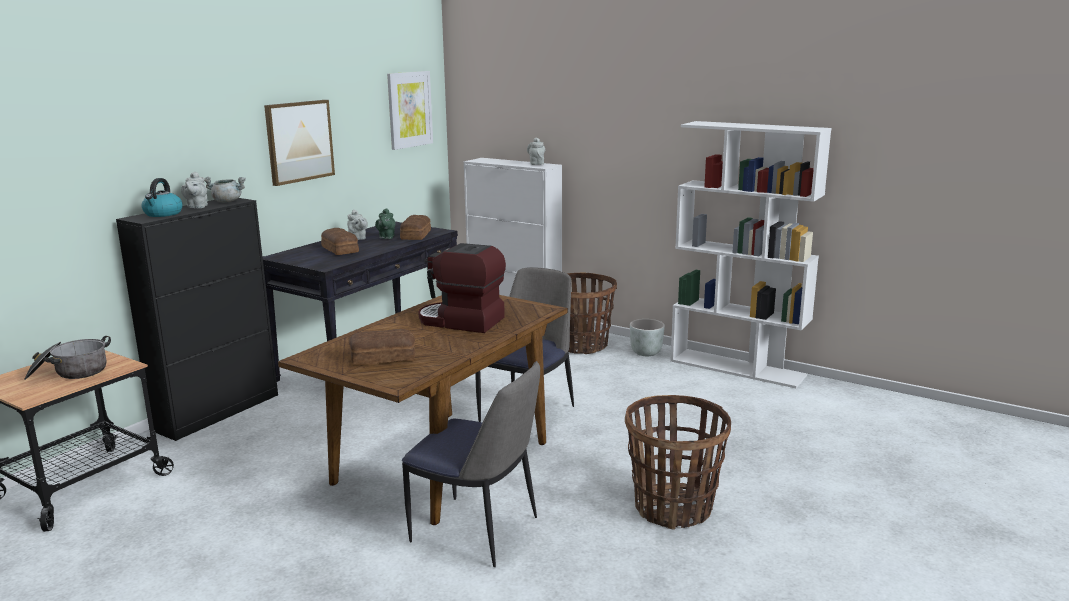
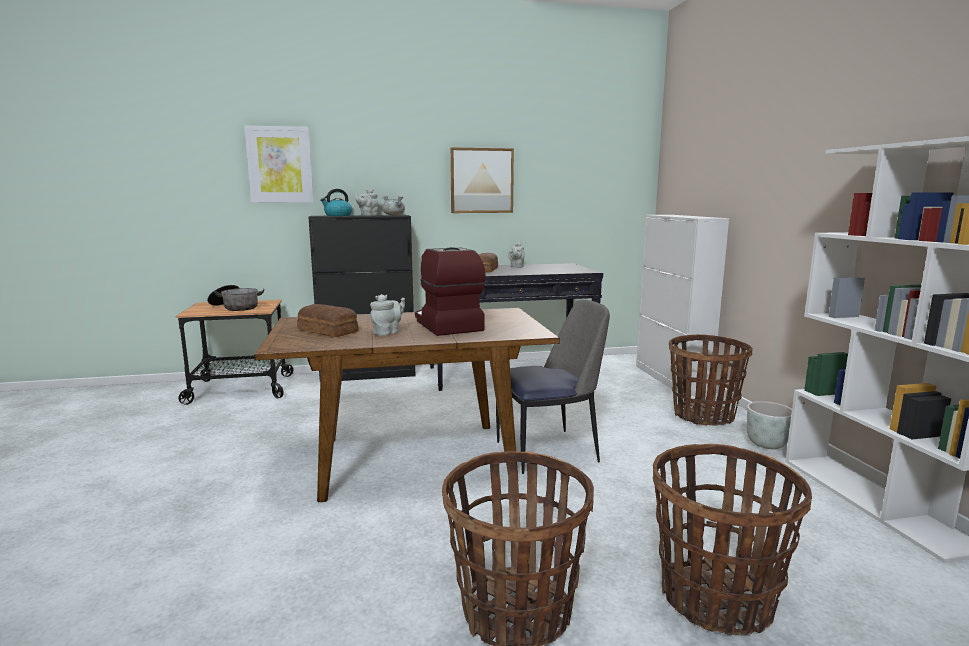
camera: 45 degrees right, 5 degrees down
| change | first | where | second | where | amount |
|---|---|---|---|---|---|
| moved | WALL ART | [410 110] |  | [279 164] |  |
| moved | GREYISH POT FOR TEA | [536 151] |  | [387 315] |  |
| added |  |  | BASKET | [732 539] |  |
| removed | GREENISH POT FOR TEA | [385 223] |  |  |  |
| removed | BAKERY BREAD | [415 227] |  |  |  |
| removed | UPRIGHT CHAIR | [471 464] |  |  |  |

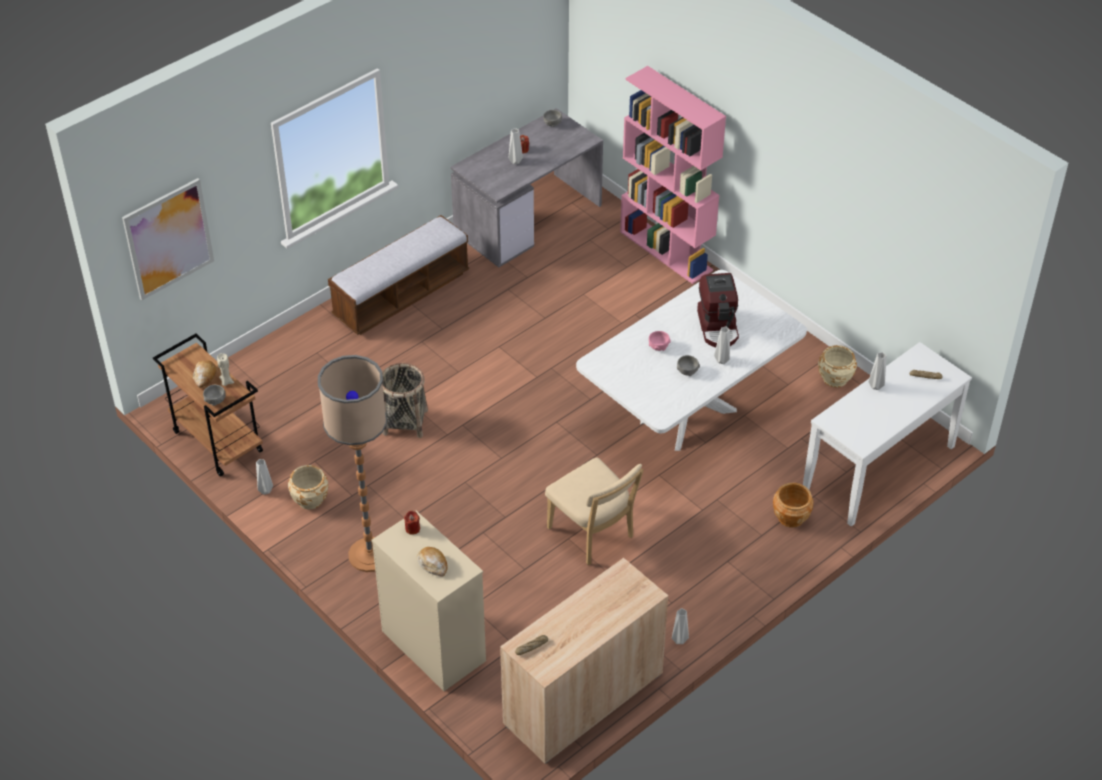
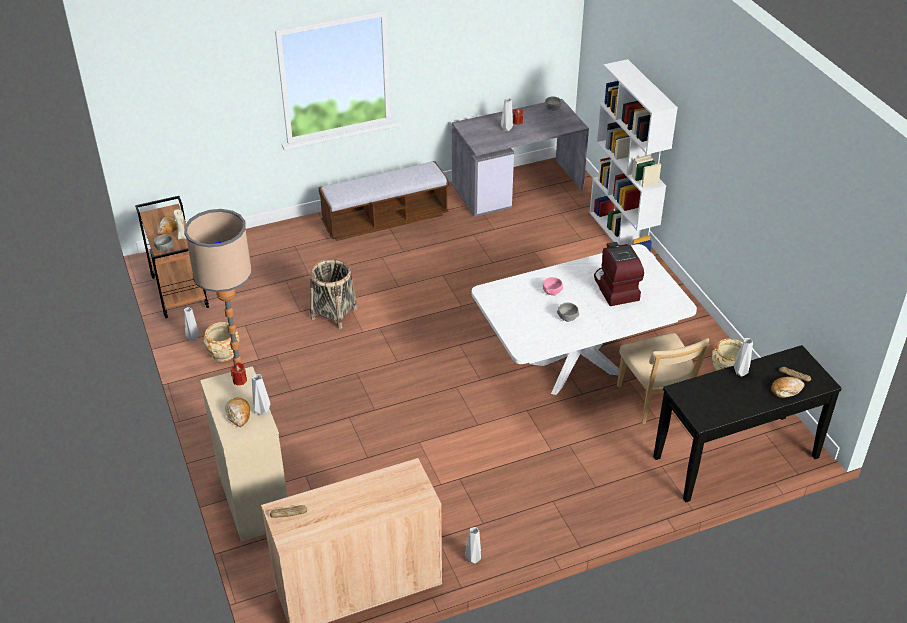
camera: 20 degrees right, 5 degrees down
| change | first | where | second | where | amount |
|---|---|---|---|---|---|
| moved | GREYISH DECORATIVE VASE | [722 345] |  | [261 394] |  |
| recoloured | PINK BOOKSHELF | [673 175] | WHITE BOOKSHELF | [633 158] |  |
| turned | COFFEE BREWER | [718 310] |  | [619 274] | 150 degrees clockwise |
| moved | SAND-COLOURED UPRIGHT CHAIR | [594 511] |  | [663 378] |  |
| recoloured | WHITE NARROW TABLE | [887 434] | BLACK NARROW TABLE | [747 423] |  |
| added |  |  | BAKERY BREAD | [787 387] |  |
| removed | WALL ART | [168 239] |  |  |  |
| removed | BROWNISH PLANTER | [793 505] |  |  |  |

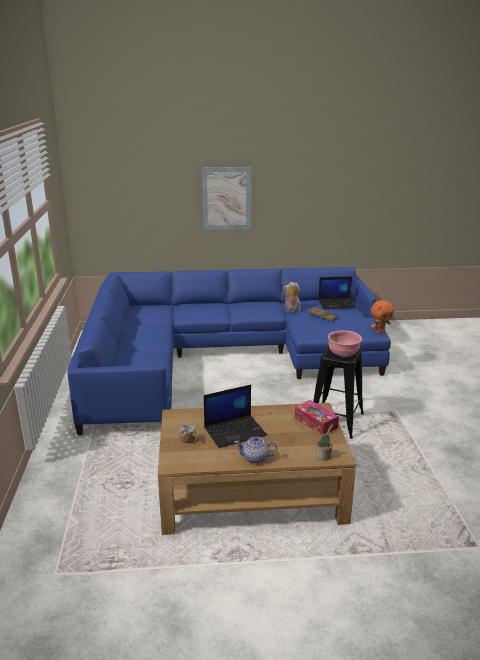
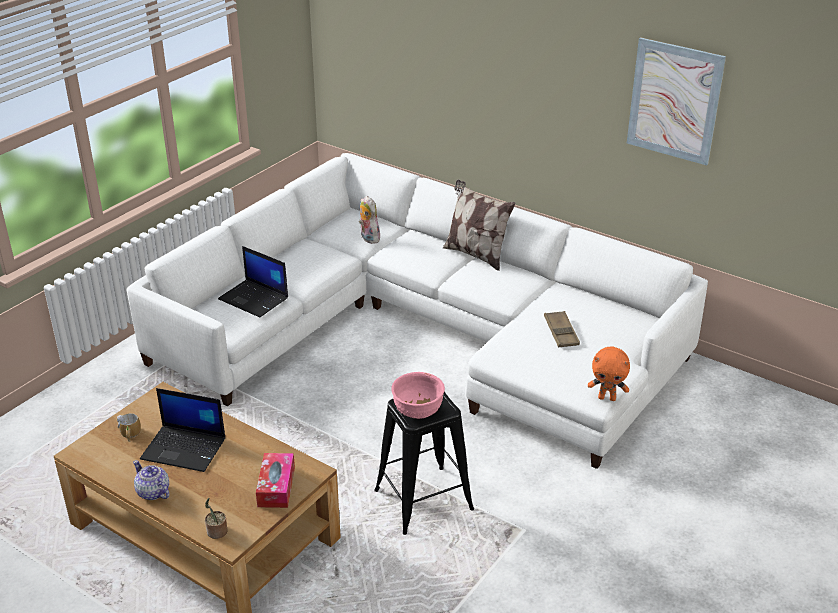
camera: 40 degrees right, 10 degrees up
| change | first | where | second | where | amount |
|---|---|---|---|---|---|
| recoloured | BLUE-COLOURED SOFA | [229 351] | WHITE SOFA | [417 311] |  |
| moved | LAPTOP | [337 292] |  | [253 281] |  |
| moved | CUDDLY TOY | [291 297] |  | [369 220] |  |
| added |  |  | PILLOW | [479 225] |  |
| moved | WALL ART | [226 198] |  | [676 101] |  |

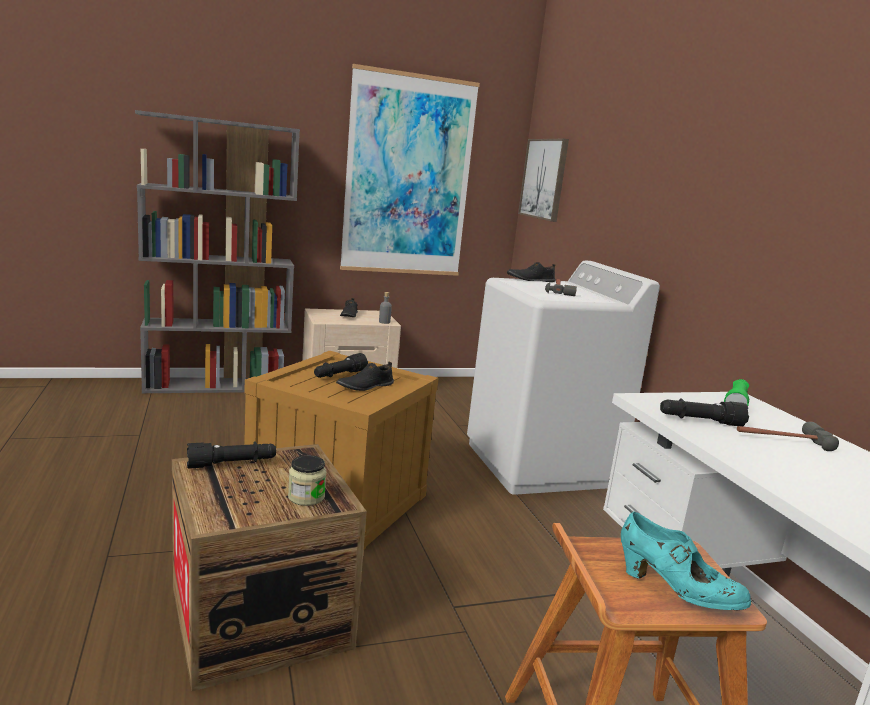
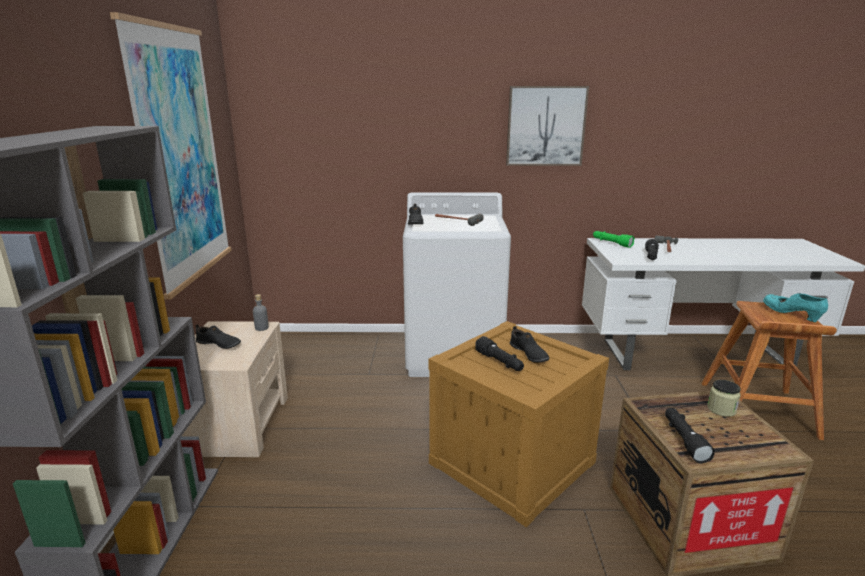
camera: 70 degrees left, 5 degrees up
| change | first | where | second | where | amount |
|---|---|---|---|---|---|
| moved | WALL ART | [543 180] |  | [547 126] |  |
| turned | TURQUOISE-COLOURED SHOE | [686 561] |  | [795 307] | 90 degrees counterclockwise |

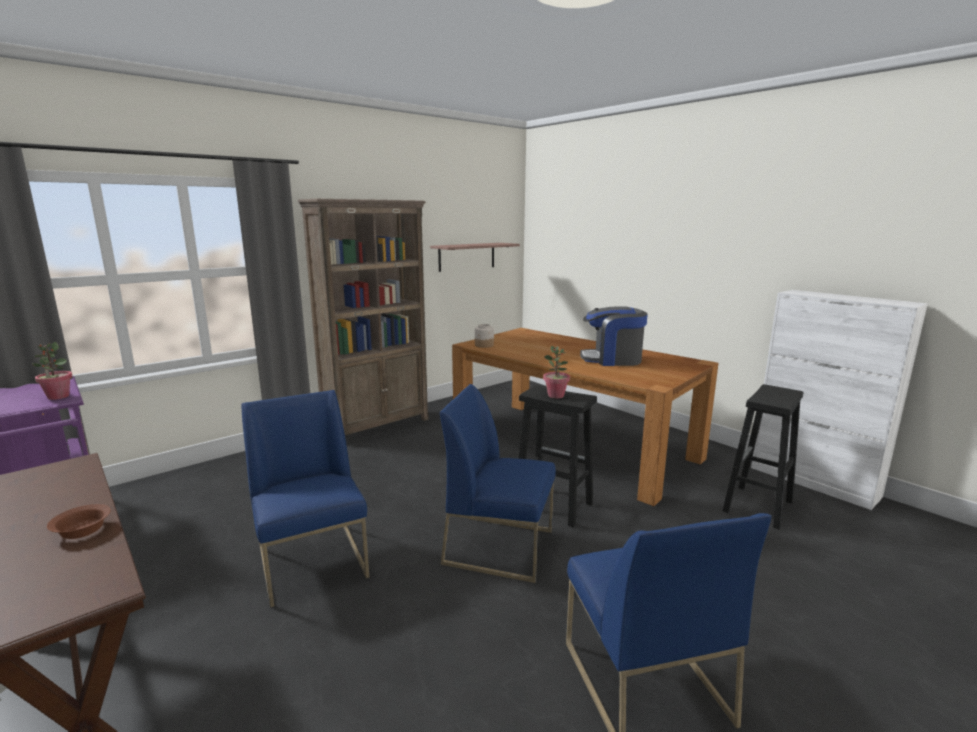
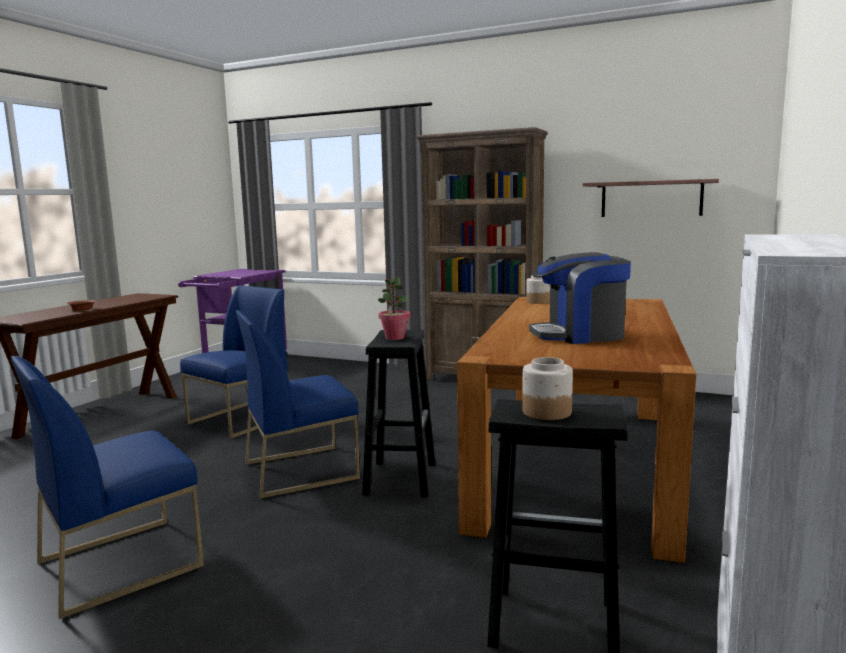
camera: 65 degrees right, 5 degrees down
| change | first | where | second | where | amount |
|---|---|---|---|---|---|
| turned | BLUE-COLOURED UPRIGHT CHAIR | [498 483] |  | [298 404] | 105 degrees counterclockwise |
| added |  |  | JAR | [547 388] |  |
| turned | COFFEE BREWER | [614 336] |  | [580 298] | 75 degrees counterclockwise |
| removed | POTTED PLANT | [52 371] |  |  |  |

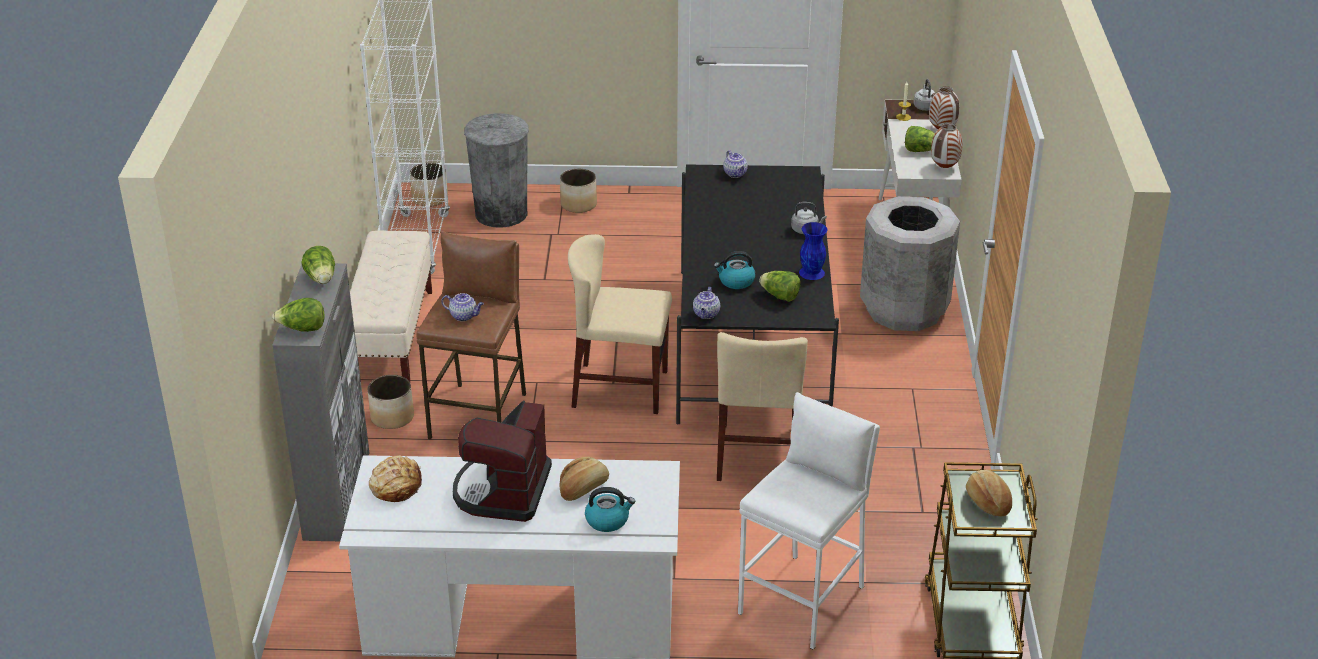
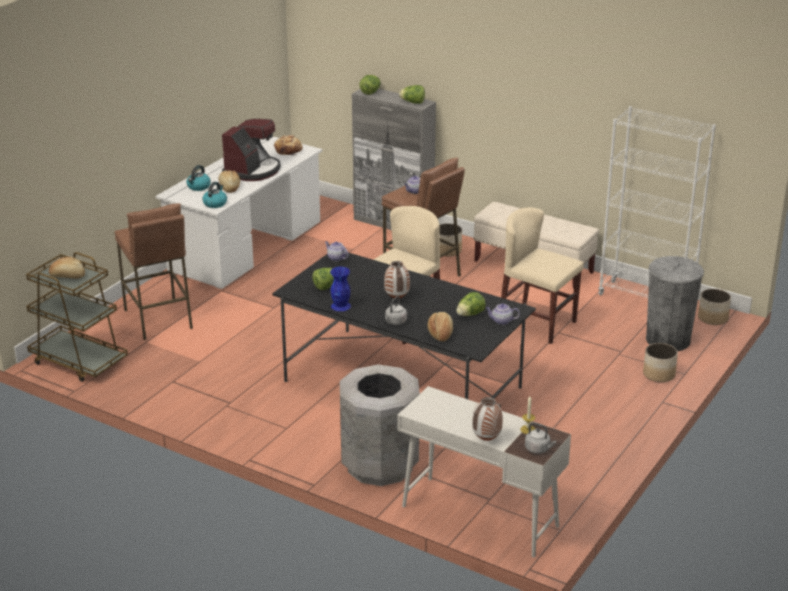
camera: 120 degrees right, 5 degrees down
| change | first | where | second | where | amount |
|---|---|---|---|---|---|
| recoloured | WHITE STOOL | [809 520] | BROWNISH STOOL | [154 271] |  |
| moved | WATER KETTLE | [735 270] |  | [214 195] |  |
| turned | COFFEE BREWER | [502 461] |  | [251 150] | 75 degrees clockwise |
| moved | DECORATIVE VASE | [947 145] |  | [397 280] |  |
| added |  |  | BAKERY BREAD | [440 326] |  |
| moved | HEAD OF LETTUCE | [920 139] |  | [471 304] |  |
| moved | SAND-COLOURED UPRIGHT CHAIR | [762 406] |  | [542 275] |  |

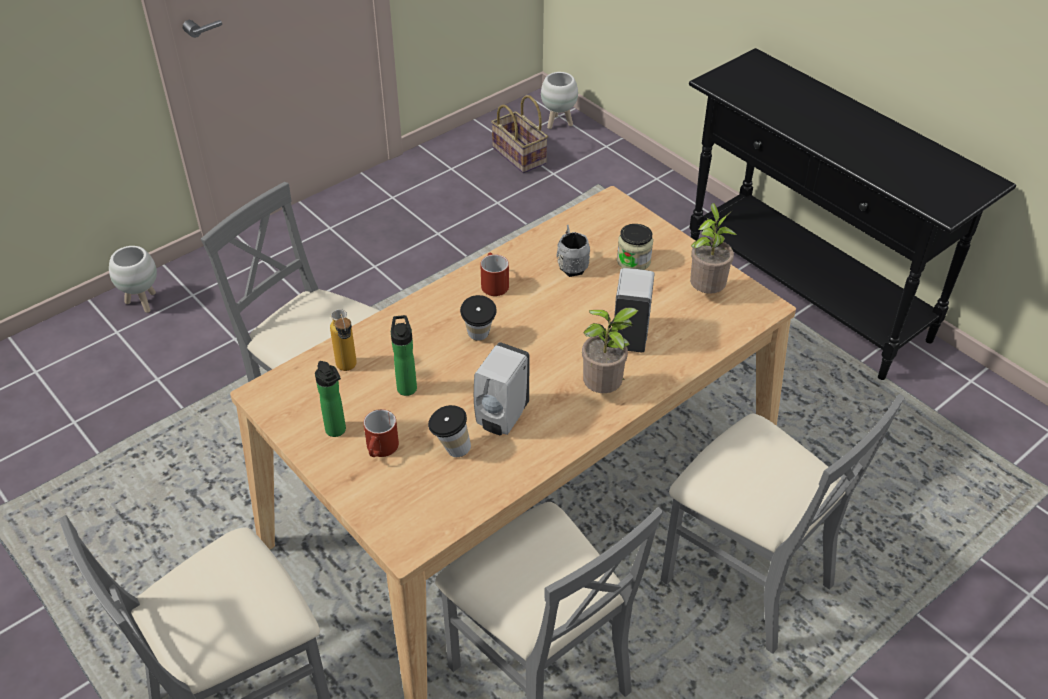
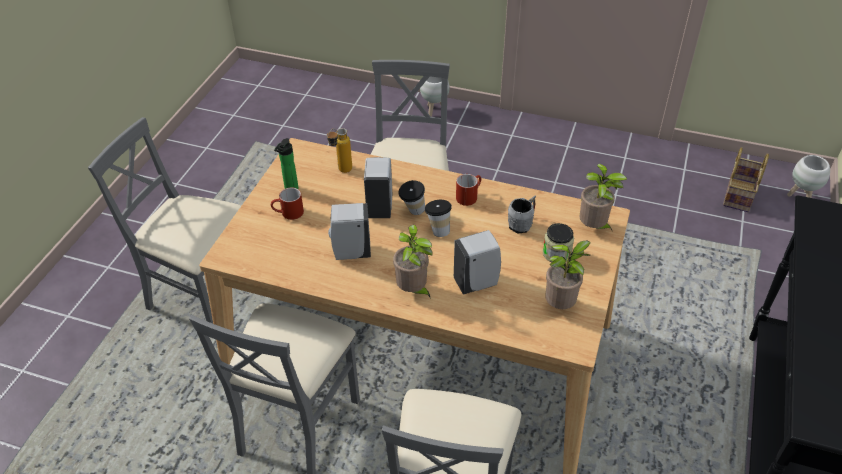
camera: 60 degrees right, 0 degrees up
| change | first | where | second | where | amount |
|---|---|---|---|---|---|
| added |  |  | WHITE SOAP DISPENSER | [378 187] |  |
| moved | SMALL CUP | [449 431] |  | [438 218] |  |
| added |  |  | POTTED PLANT | [603 197] |  |
| removed | BEVERAGE BOTTLE | [404 355] |  |  |  |

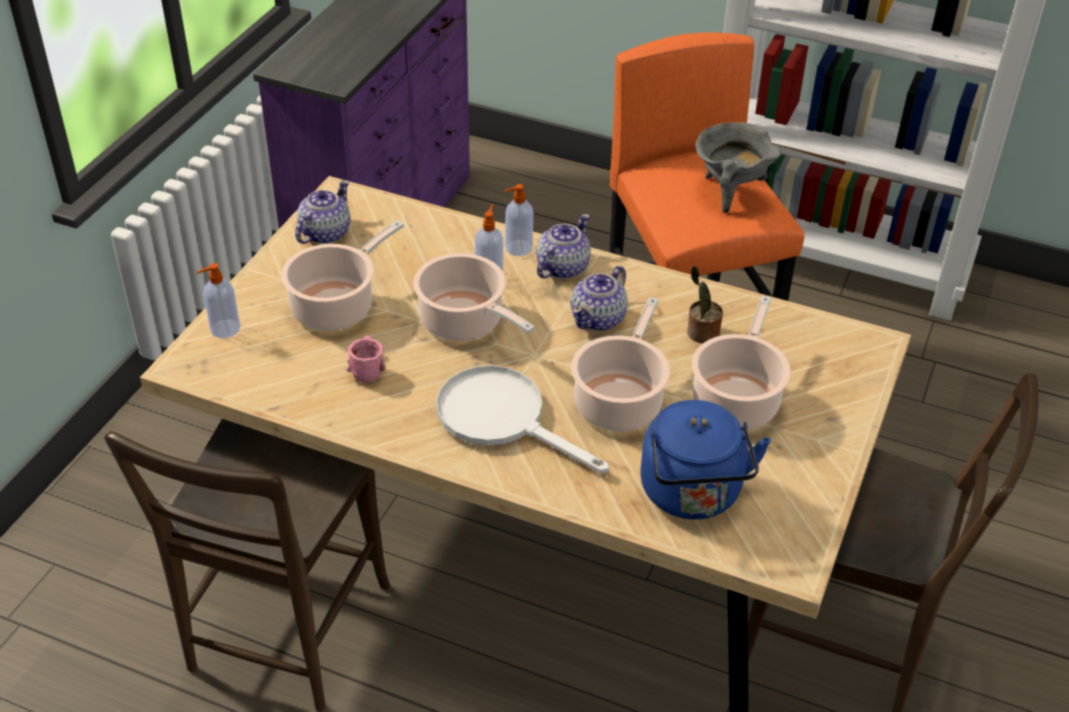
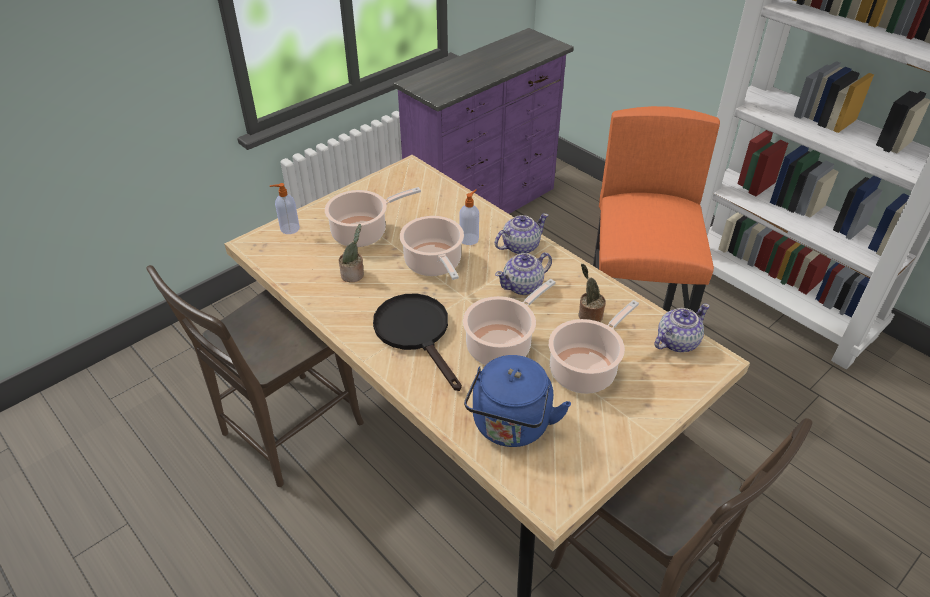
camera: 25 degrees right, 0 degrees up
| change | first | where | second | where | amount |
|---|---|---|---|---|---|
| replaced | PINK TEA MUG | [365 359] | POTTED PLANT | [351 253] |  |
| recoloured | WHITE FRYING PAN | [522 419] | BLACK FRYING PAN | [417 342] |  |
| moved | POT FOR TEA | [323 212] |  | [682 327] |  |
| removed | SOAP DISPENSER | [518 220] |  |  |  |
| removed | GREYISH COOKING POT | [738 167] |  |  |  |

